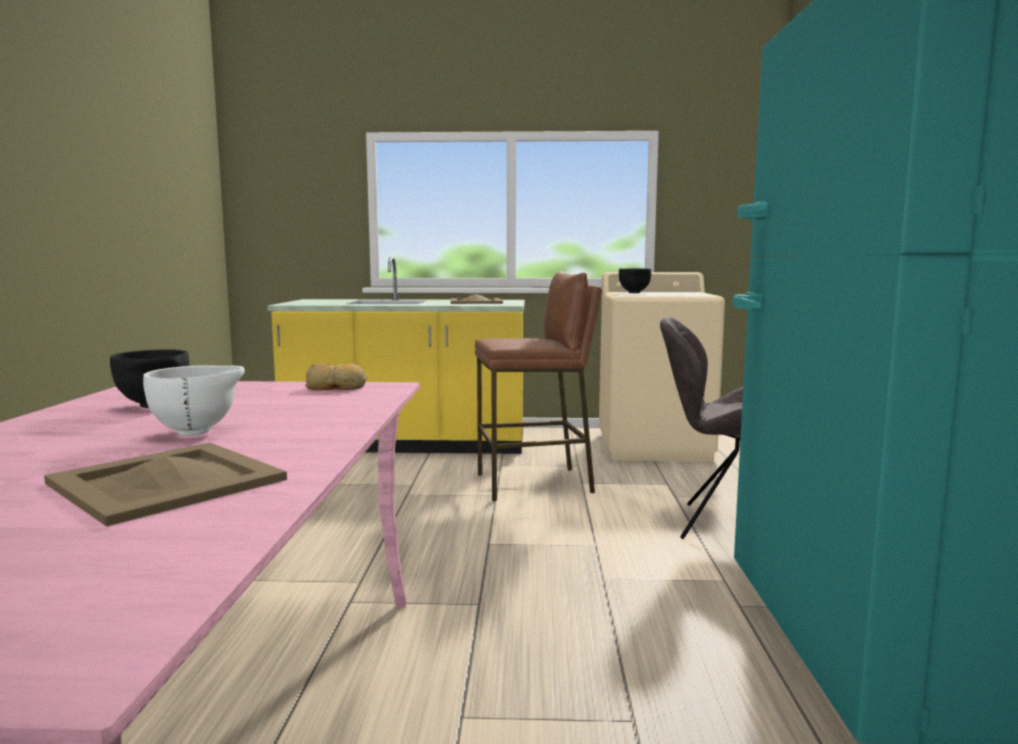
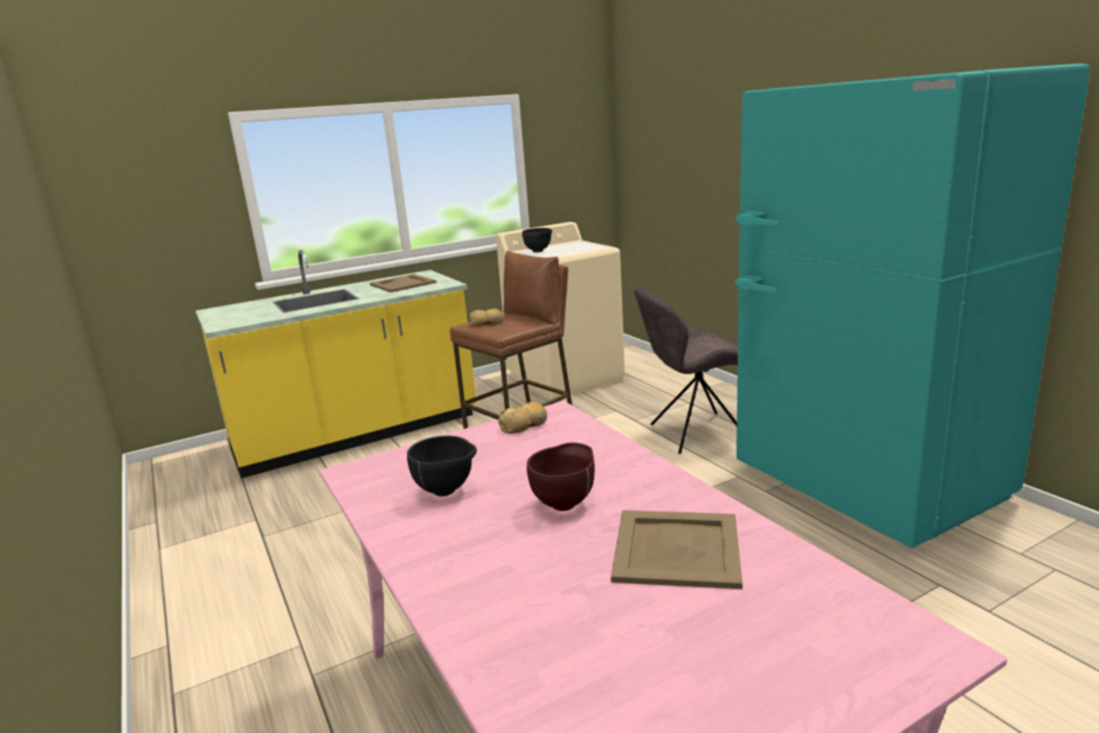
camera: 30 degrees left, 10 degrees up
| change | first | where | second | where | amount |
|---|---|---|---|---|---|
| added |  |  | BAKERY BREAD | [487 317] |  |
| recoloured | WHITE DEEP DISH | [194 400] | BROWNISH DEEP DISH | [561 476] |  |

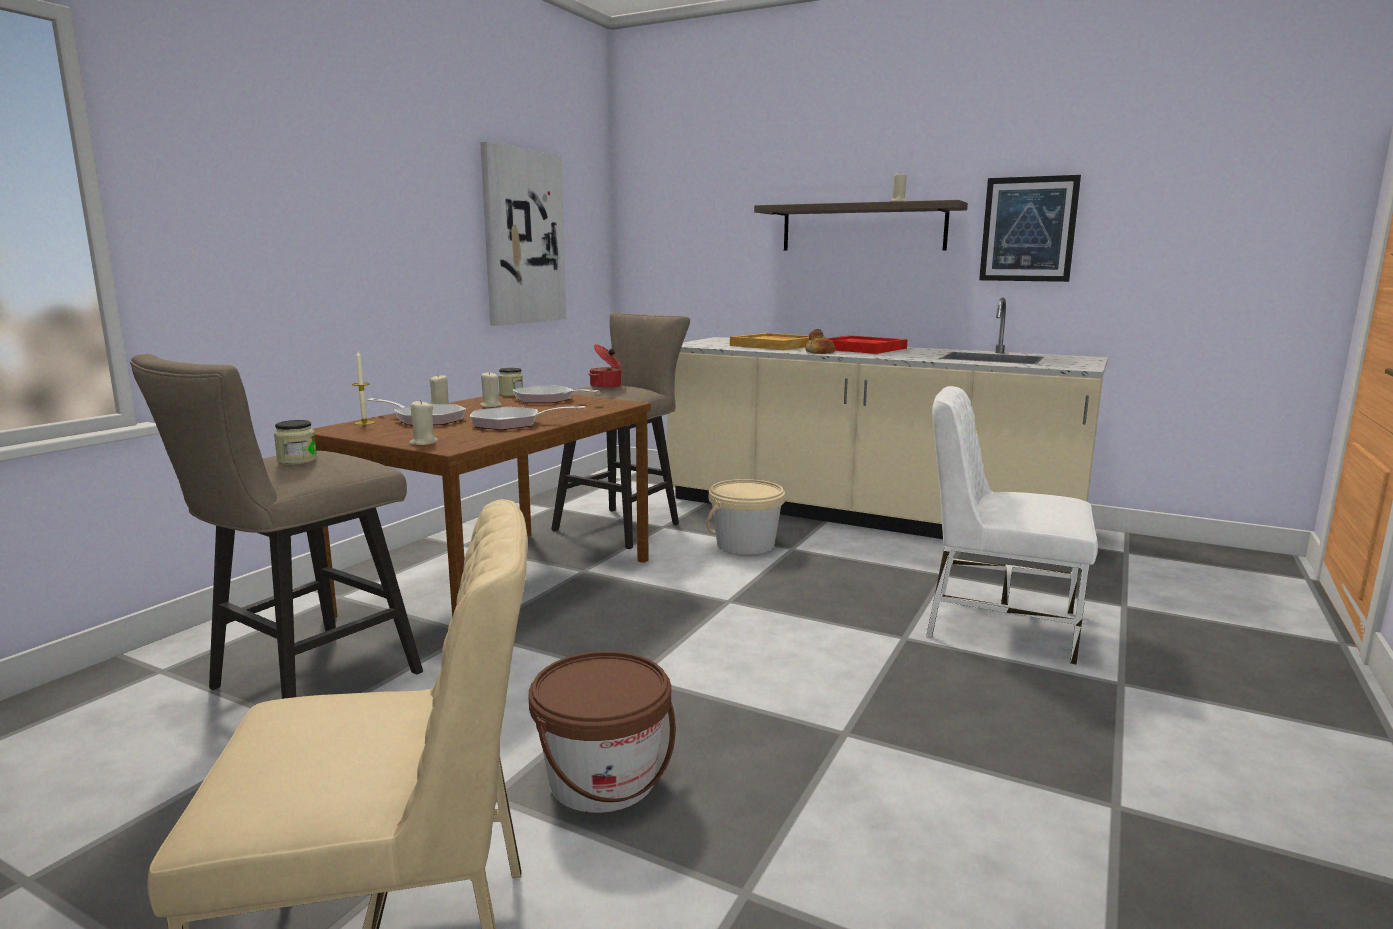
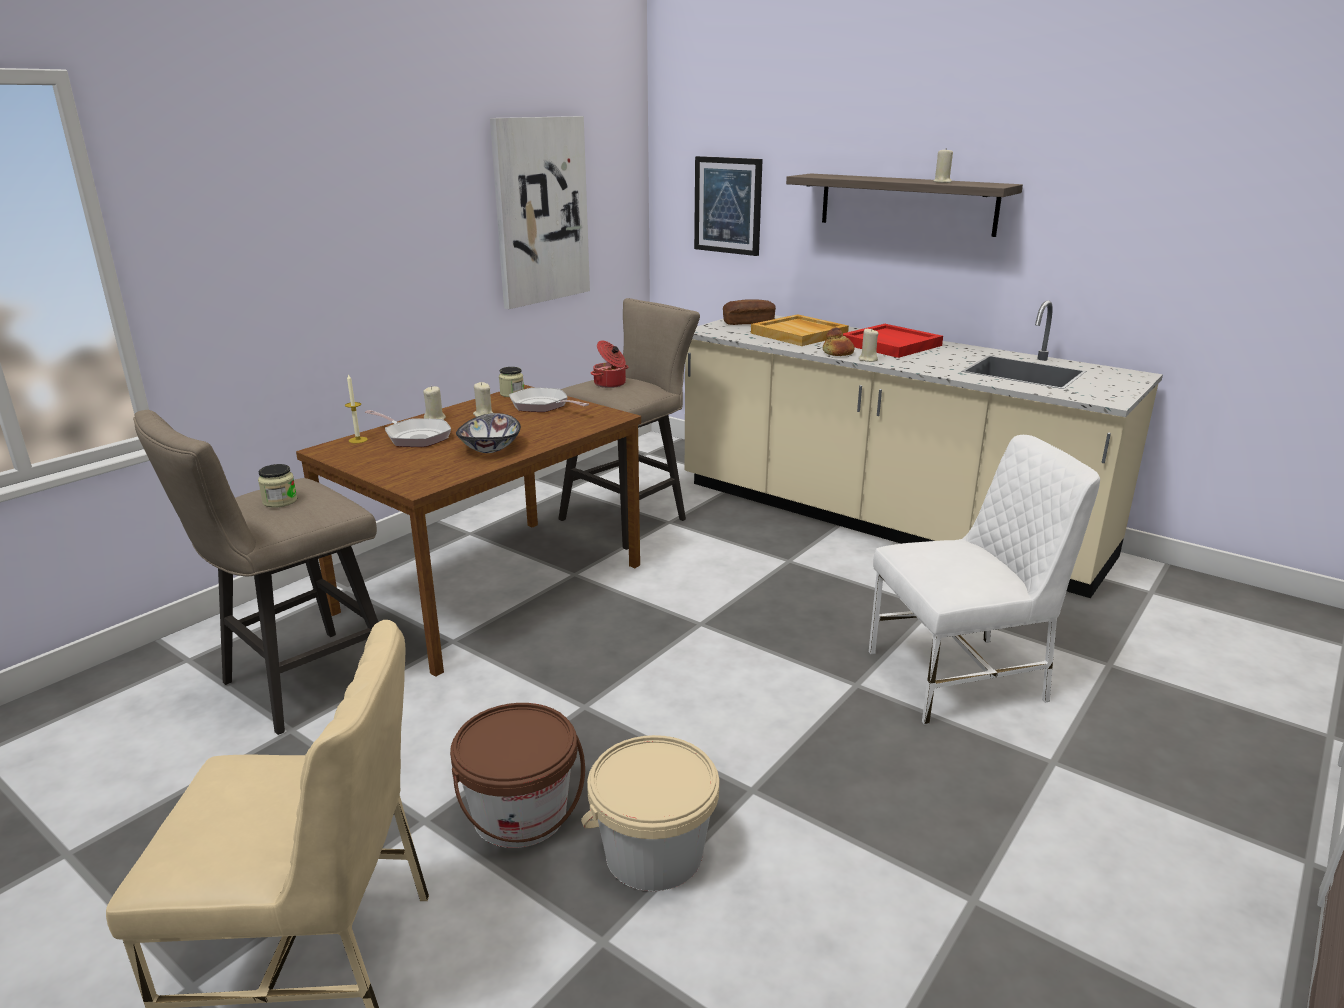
camera: 10 degrees right, 10 degrees up
| change | first | where | second | where | amount |
|---|---|---|---|---|---|
| replaced | FRYING PAN | [527 418] | DEEP DISH | [488 433] |  |
| moved | SAND-COLOURED PAIL | [745 517] |  | [650 813] |  |
| moved | WALL ART | [1030 228] |  | [728 206] |  |
| added |  |  | BAKERY BREAD | [749 312] |  |
| moved | SAND-COLOURED CANDLE | [423 422] |  | [869 345] |  |
| turned | WHITE UPRIGHT CHAIR | [1012 526] |  | [984 580] | 135 degrees clockwise |

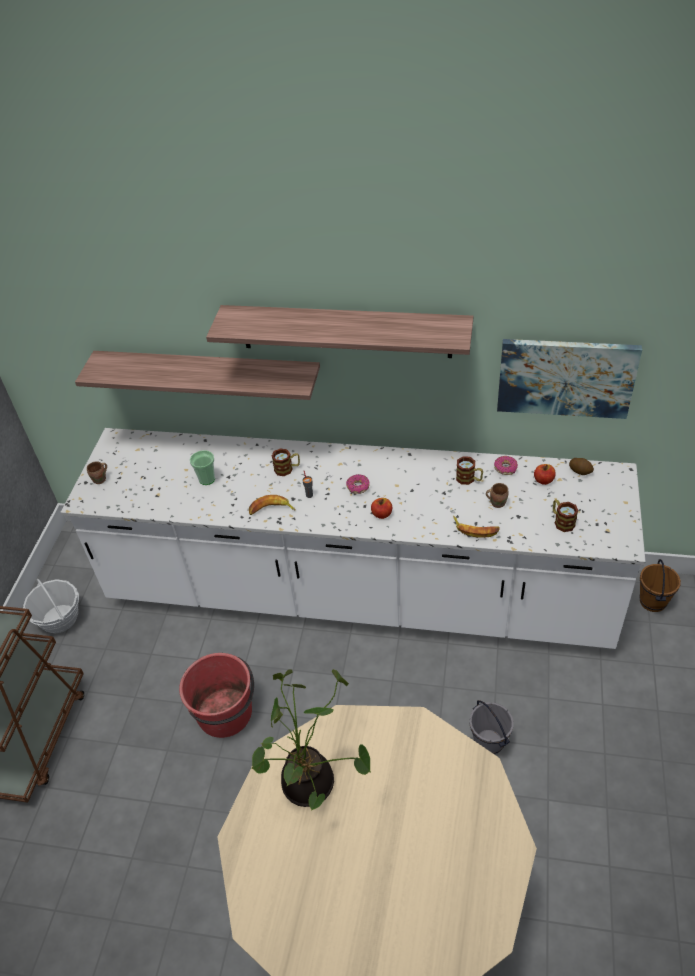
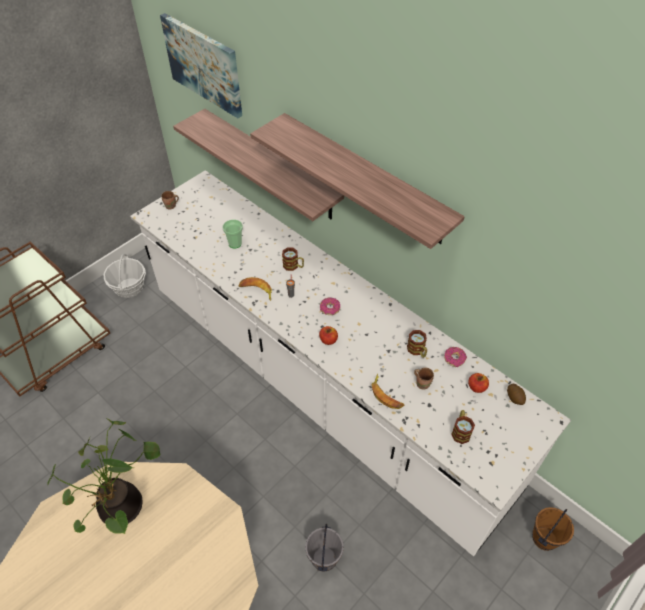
camera: 30 degrees right, 5 degrees up
| change | first | where | second | where | amount |
|---|---|---|---|---|---|
| moved | WALL ART | [569 379] |  | [201 65] |  |
| removed | RED-COLOURED PAIL | [216 695] |  |  |  |

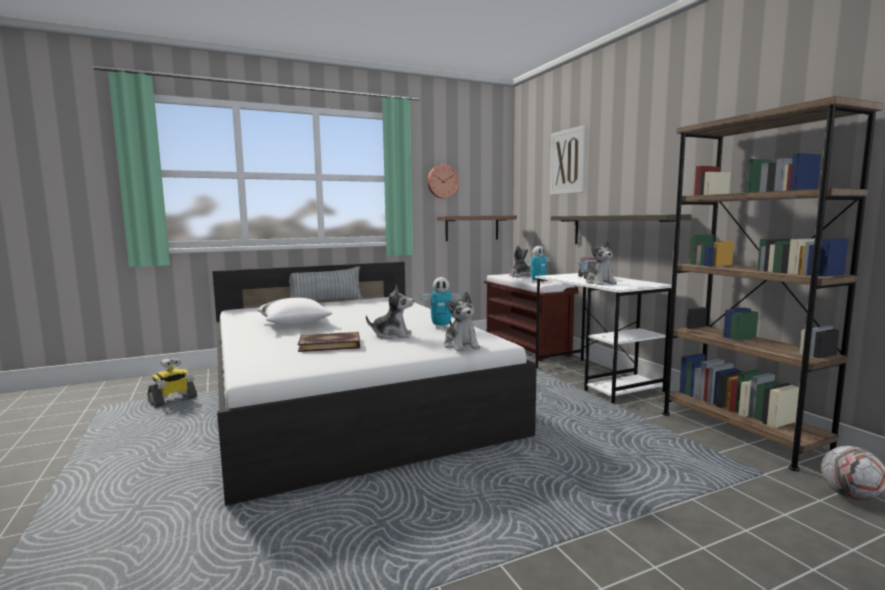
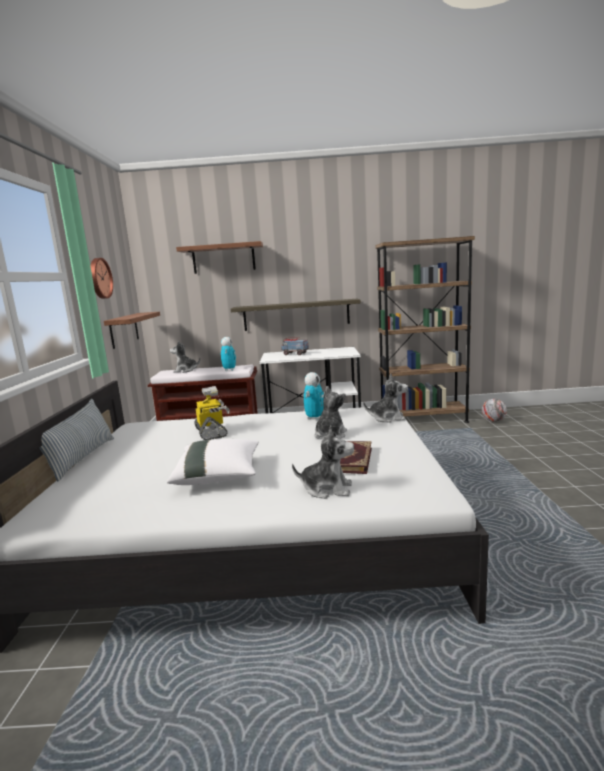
camera: 65 degrees left, 5 degrees up
| change | first | where | second | where | amount |
|---|---|---|---|---|---|
| replaced | WALL ART | [568 160] | WALL SHELF | [219 257] |  |
| moved | ROBOT FIGURE | [172 382] |  | [212 413] |  |
| moved | CUDDLY TOY | [601 262] |  | [323 462] |  |

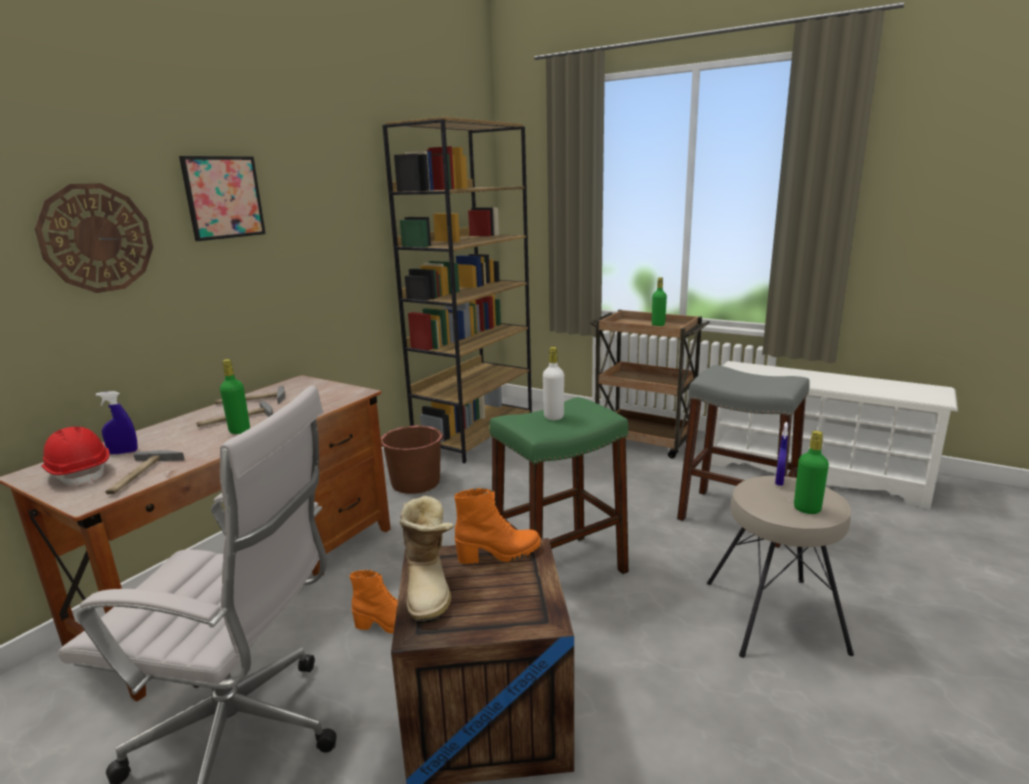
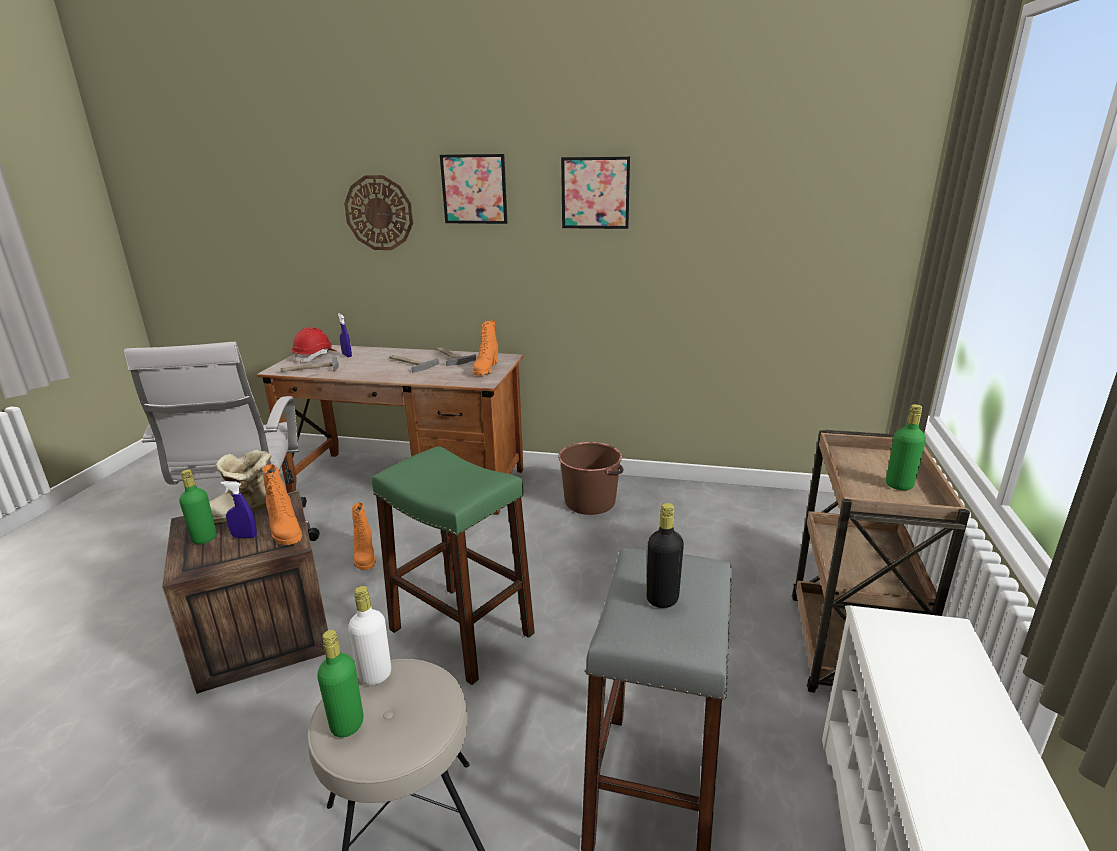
camera: 70 degrees right, 5 degrees up
| change | first | where | second | where | amount |
|---|---|---|---|---|---|
| moved | GREENISH BEVERAGE BOTTLE | [235 396] |  | [198 506] |  |
| moved | BLUE-COLOURED SPRAYER | [781 454] |  | [239 509] |  |
| moved | WHITE BEVERAGE BOTTLE | [553 383] |  | [369 635] |  |
| added |  |  | ORANGE-COLOURED TALL BOOT | [485 348] |  |
| added |  |  | WALL ART | [595 193] |  |
| added |  |  | BLACK BEVERAGE BOTTLE | [665 555] |  |
| removed | BROWNISH BOOKSHELF | [457 290] |  |  |  |

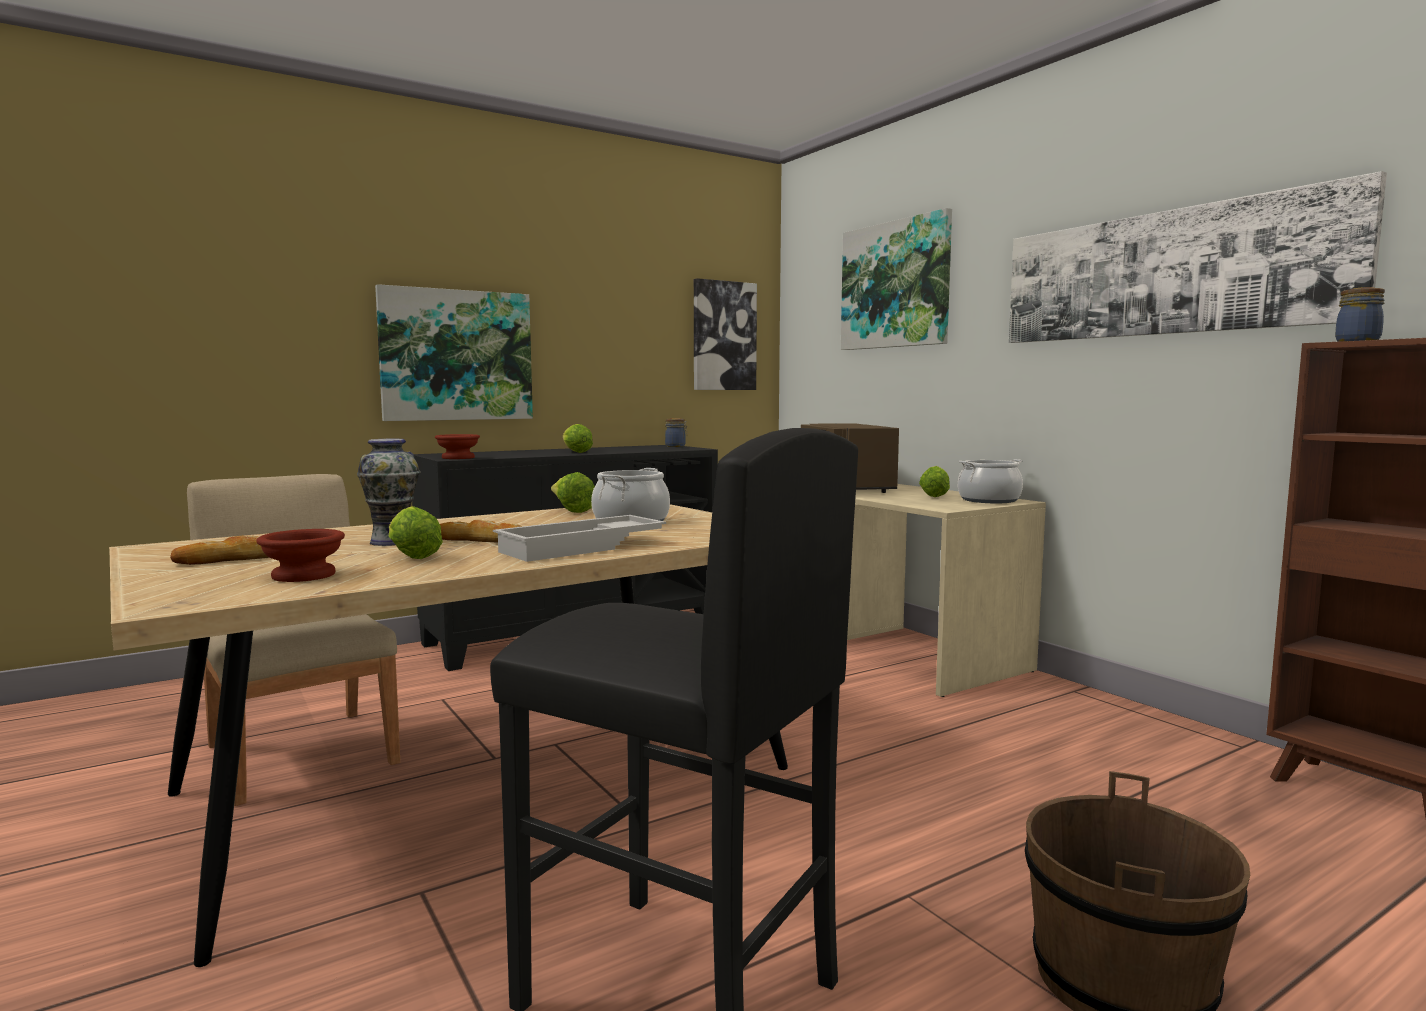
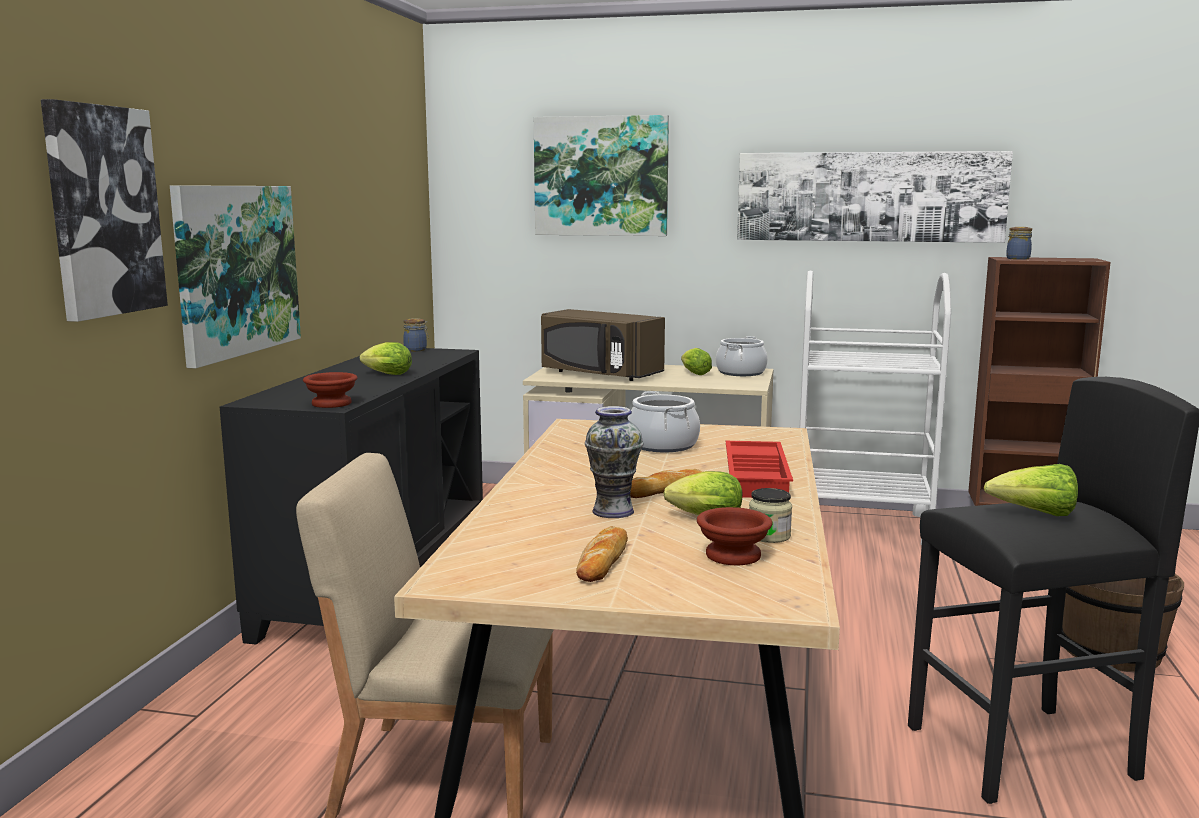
camera: 45 degrees left, 5 degrees up
| change | first | where | second | where | amount |
|---|---|---|---|---|---|
| moved | WALL ART | [725 334] |  | [104 210] |  |
| recoloured | WHITE CARRYING TRAY | [579 538] | RED-COLOURED CARRYING TRAY | [759 469] |  |
| added |  |  | JAR | [770 515] |  |
| added |  |  | WHITE CART | [875 407] |  |
| moved | HEAD OF LETTUCE | [573 492] |  | [1031 490] |  |

